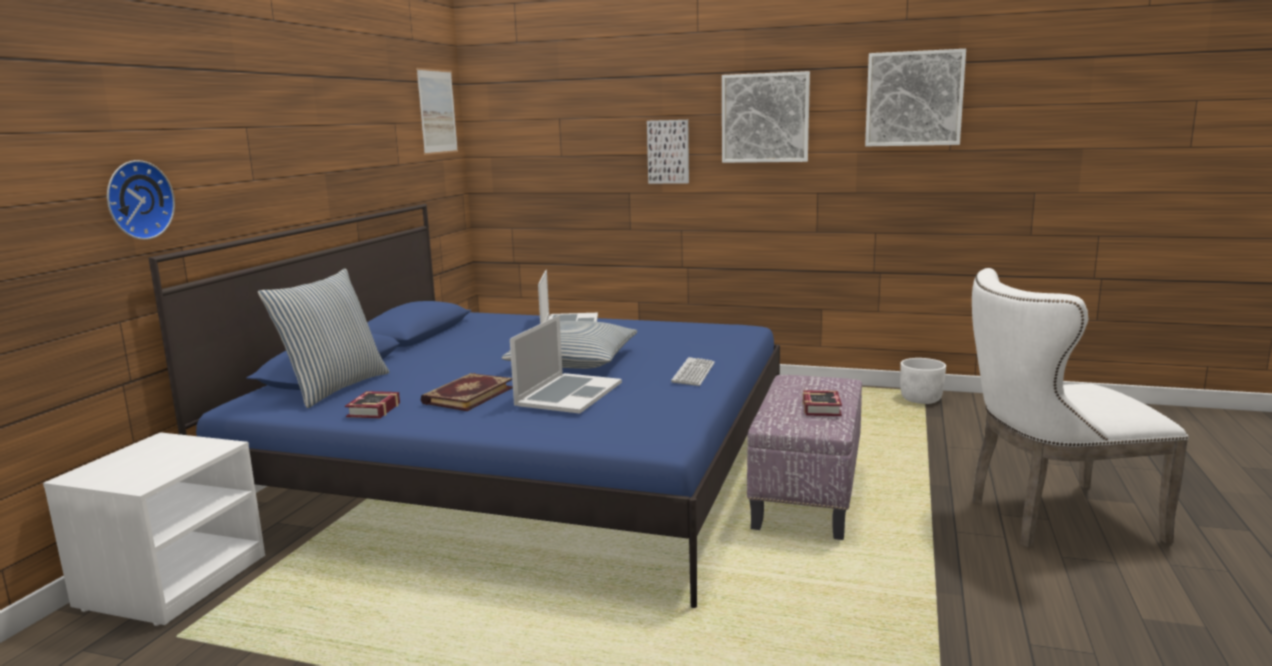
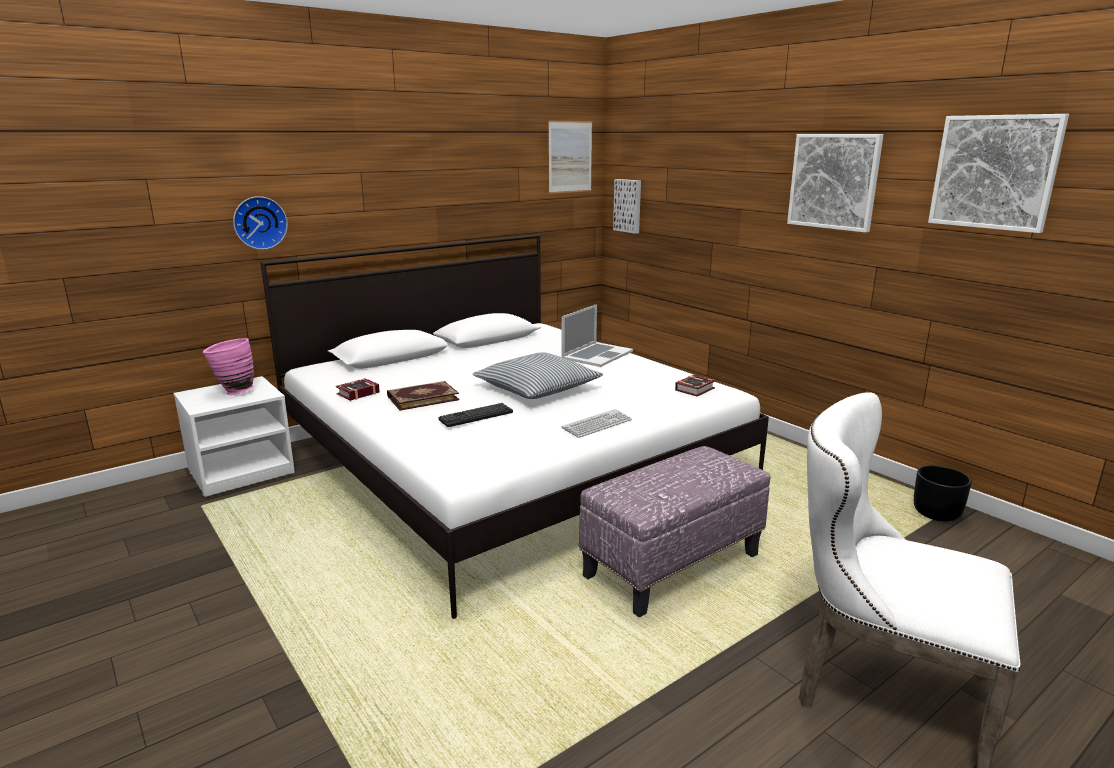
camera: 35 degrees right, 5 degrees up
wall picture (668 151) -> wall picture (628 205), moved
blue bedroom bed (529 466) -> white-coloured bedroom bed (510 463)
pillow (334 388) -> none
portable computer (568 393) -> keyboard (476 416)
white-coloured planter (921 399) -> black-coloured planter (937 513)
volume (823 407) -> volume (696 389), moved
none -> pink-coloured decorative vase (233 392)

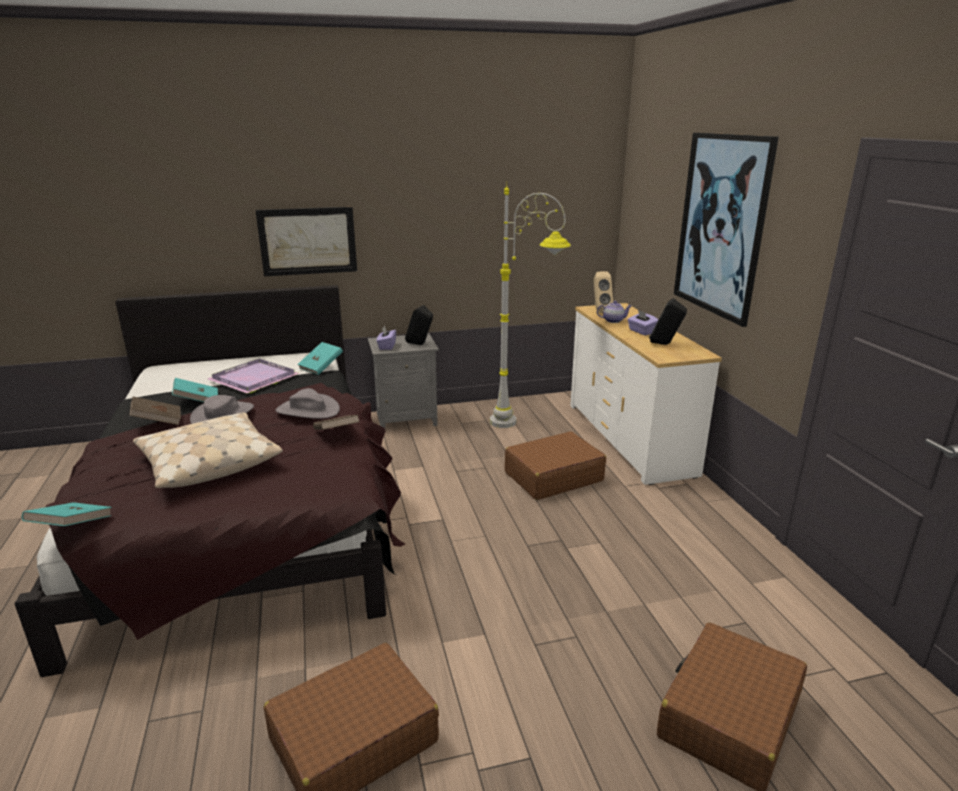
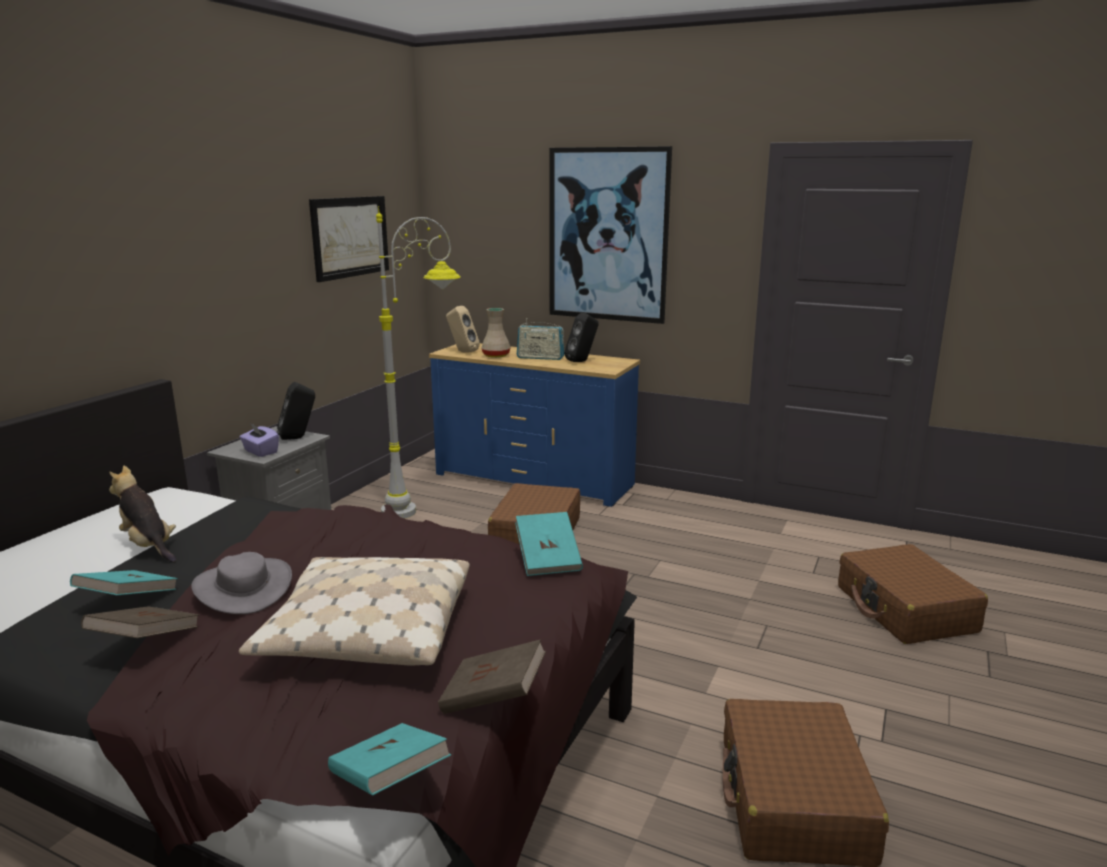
camera: 50 degrees left, 5 degrees down
wall picture (308 241) -> wall picture (350 237), moved
teapot (613 321) -> beige-coloured decorative vase (495 356)
white-coloured chest of drawers (629 438) -> blue chest of drawers (534 479)
purple tissue holder (641 331) -> radio receiver (540 358)
turquoise-coloured volume (321 367) -> turquoise-coloured volume (548 560), moved
purple carrying tray (254 379) -> soft toy (149 546)
gray clothing hat (307 410) -> none
brown volume (336 434) -> brown volume (493 698), moved

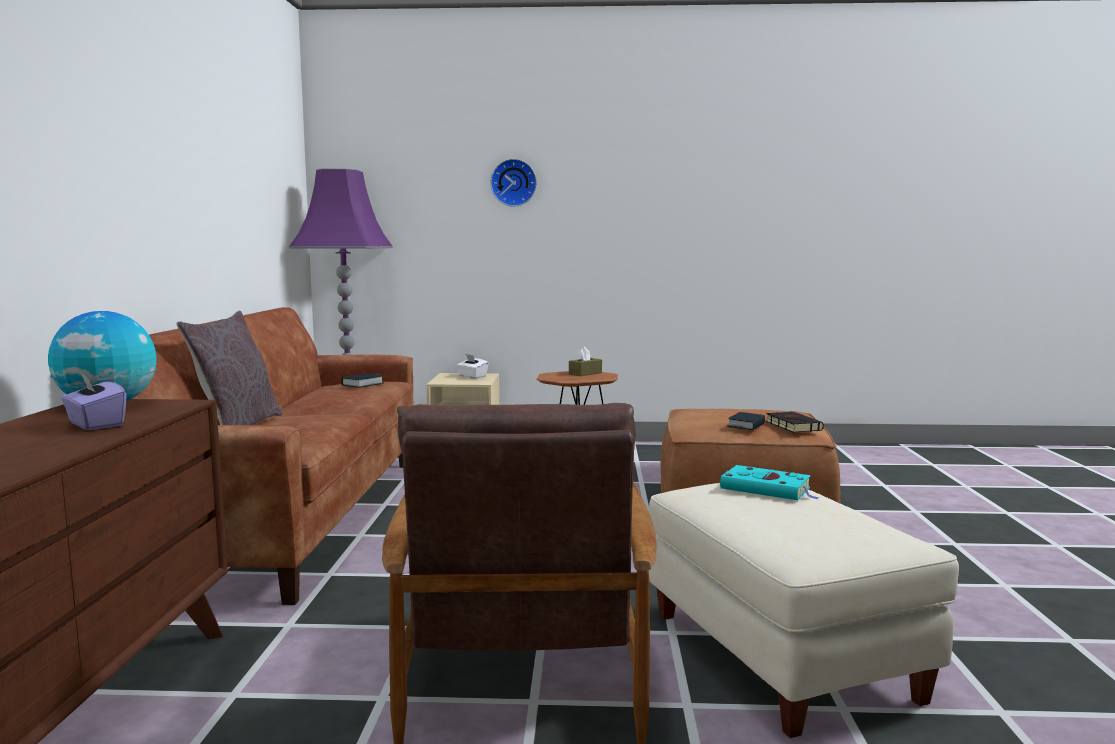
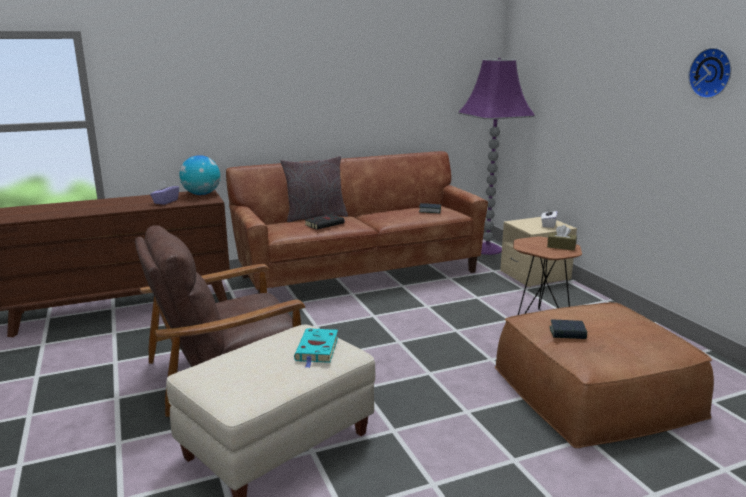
camera: 65 degrees right, 10 degrees up
clock on the wall (514 183) -> clock on the wall (712 73), moved
black-coloured volume (792 425) -> black-coloured volume (325 224), moved

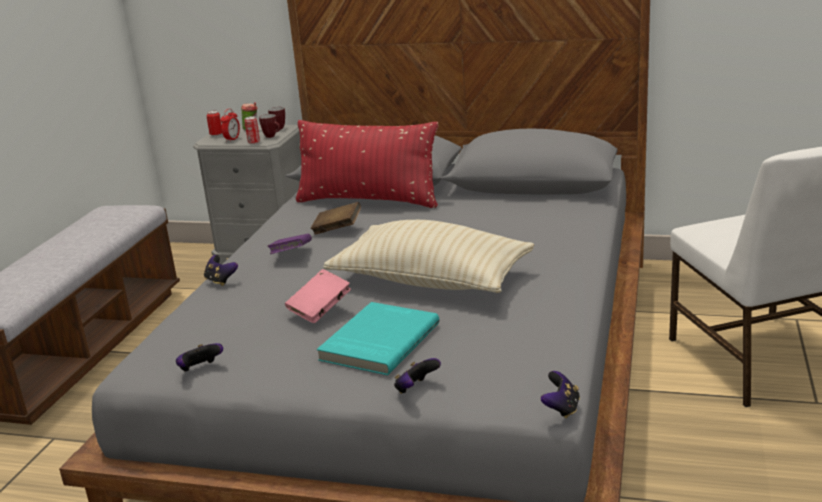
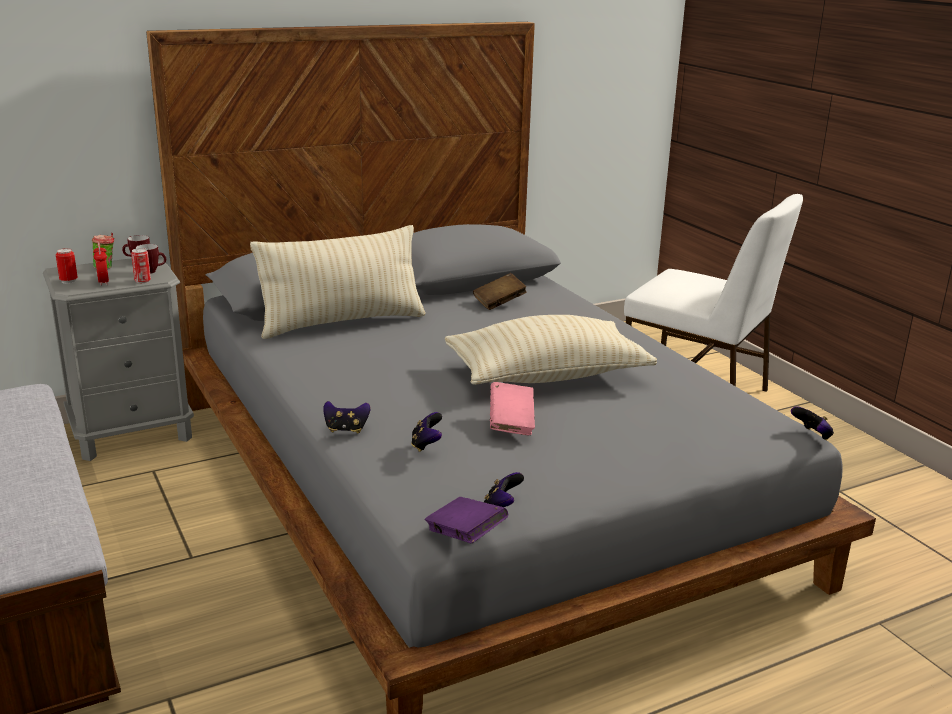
camera: 45 degrees left, 0 degrees up
reddish pillow (368 201) -> beige-coloured pillow (342 323)
brown volume (337 229) -> brown volume (499 303), moved
purple volume (291 255) -> purple volume (465 535), moved
turquoise-coloured volume (378 341) -> none
game controller (416 389) -> game controller (426 445), moved

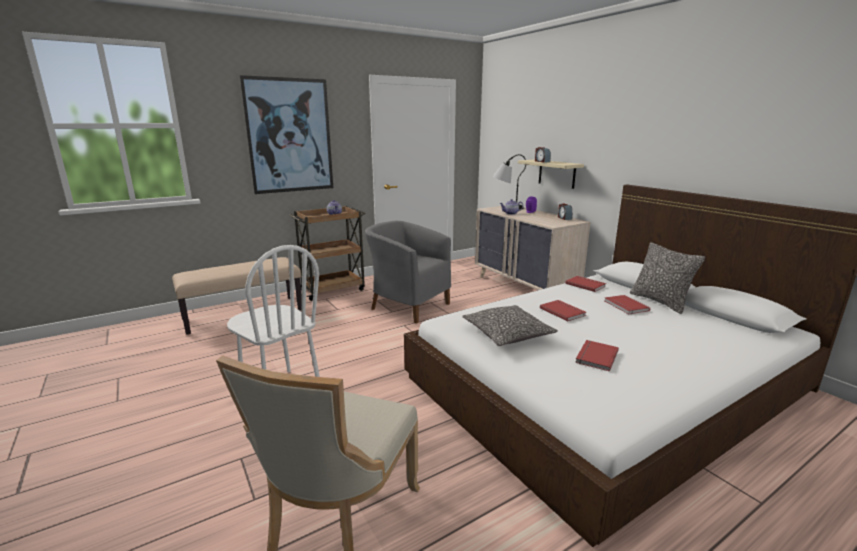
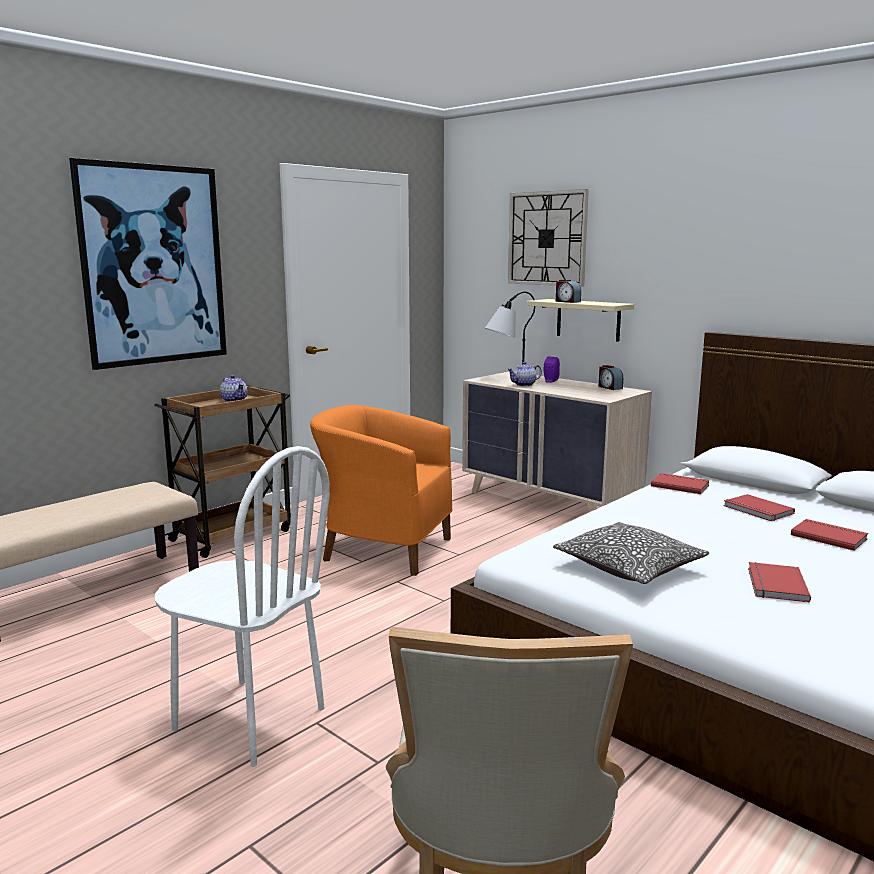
camera: 15 degrees left, 5 degrees down
gray easy chair (407 305) -> orange easy chair (382 548)
pillow (660 302) -> none
reddish volume (563 311) -> reddish volume (829 536), moved
none -> clock on the wall (547 238)

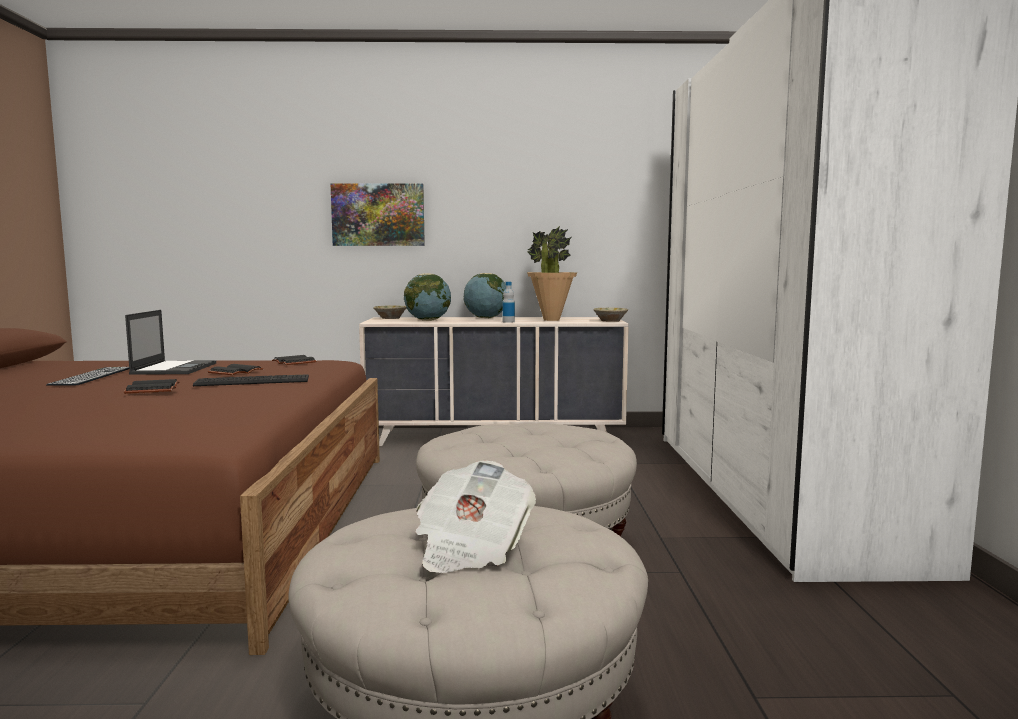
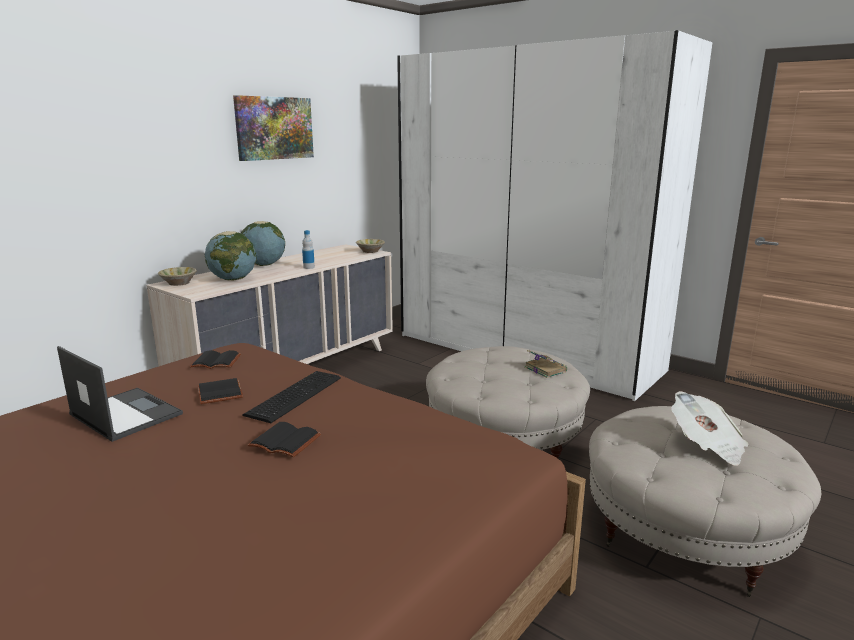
camera: 50 degrees left, 10 degrees up
wall picture (378 215) -> wall picture (274 128), moved
houseplant (551 320) -> none
keyboard (91 376) -> none
none -> volume (544 369)

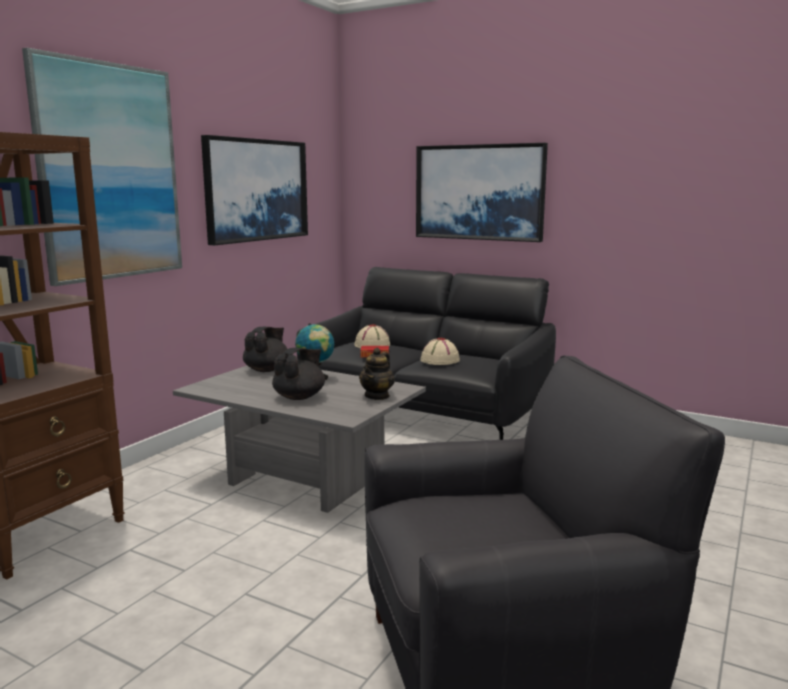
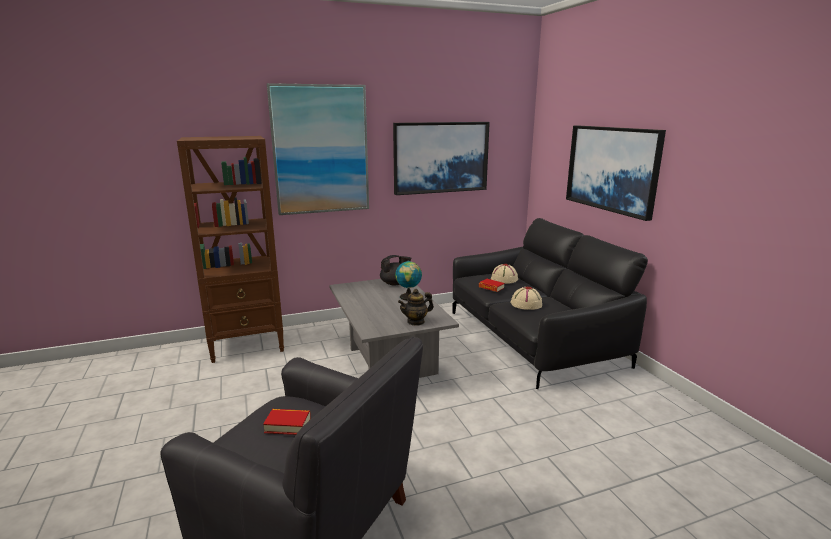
camera: 40 degrees right, 5 degrees up
black-coloured teapot (300 397) -> none
none -> volume (288 425)

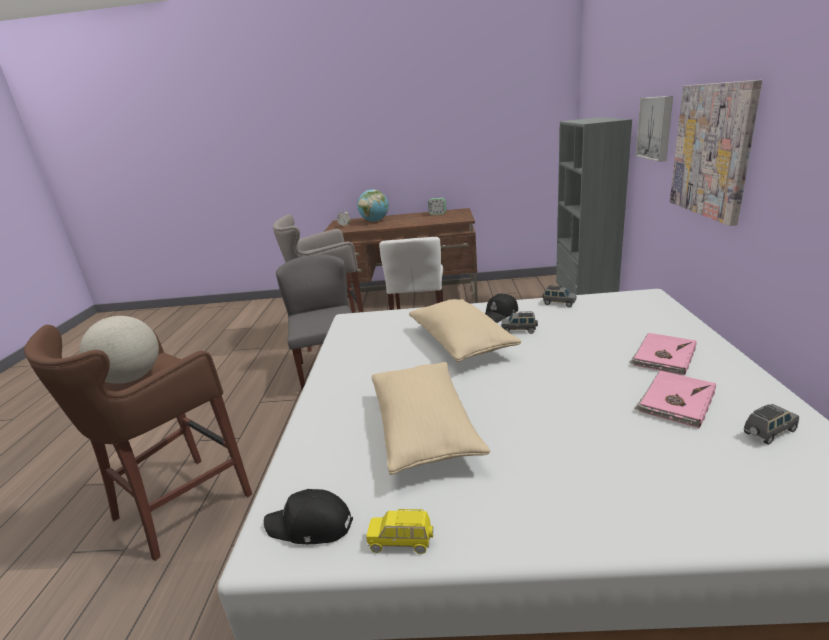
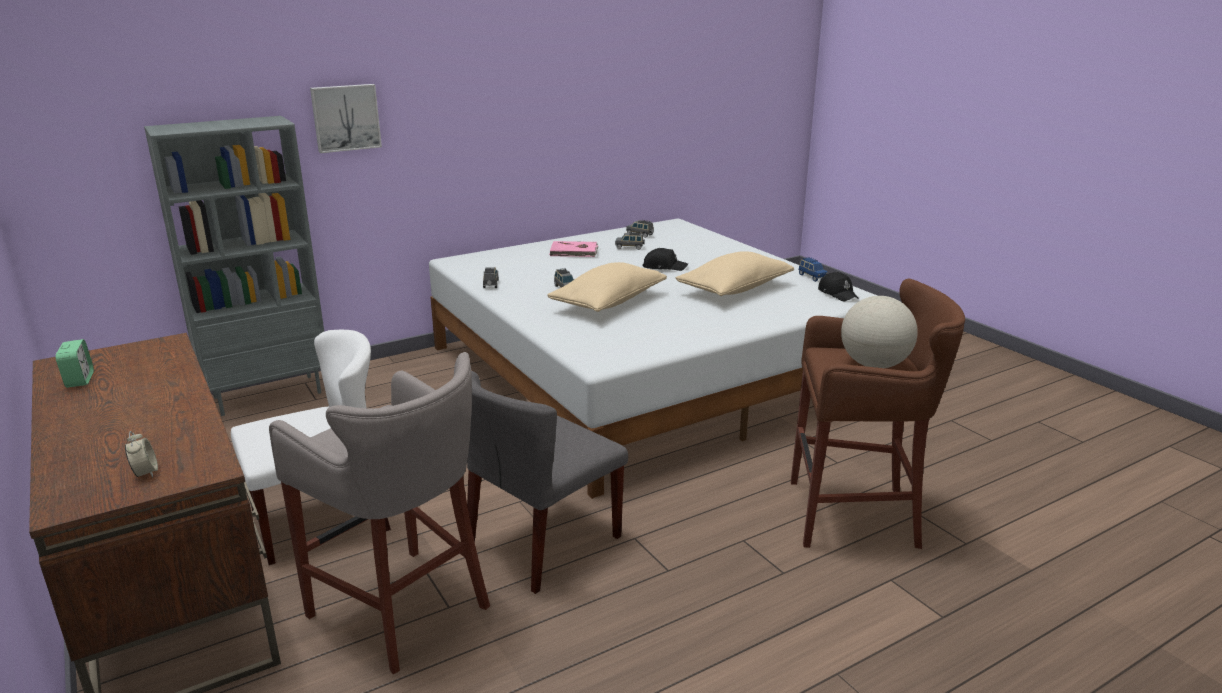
camera: 125 degrees left, 0 degrees up
wall picture (712 150) -> none
world globe (375 221) -> none
black-coloured peaked cap (500 314) -> black-coloured peaked cap (664 267), moved
pink-coloured volume (675 401) -> gray model car (629 247)
yellowish model car (401 542) -> blue model car (812 277)

